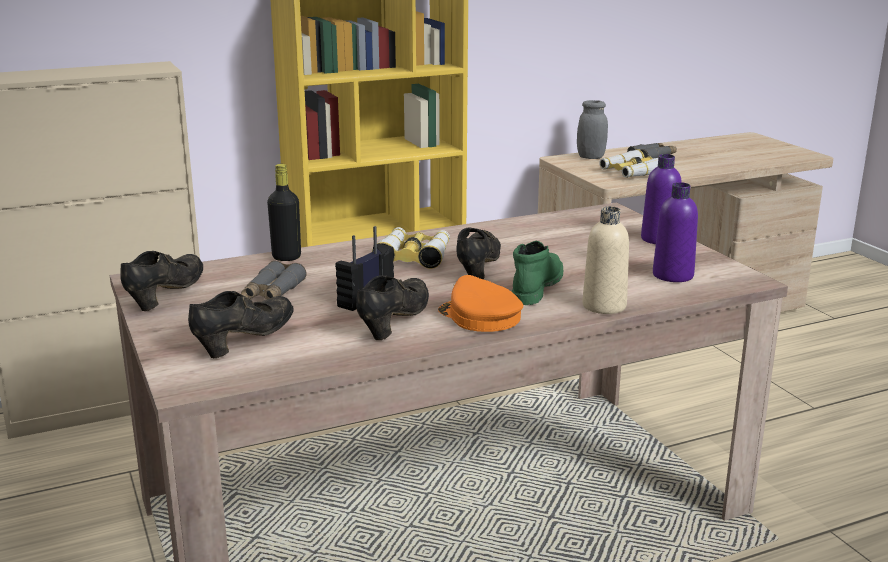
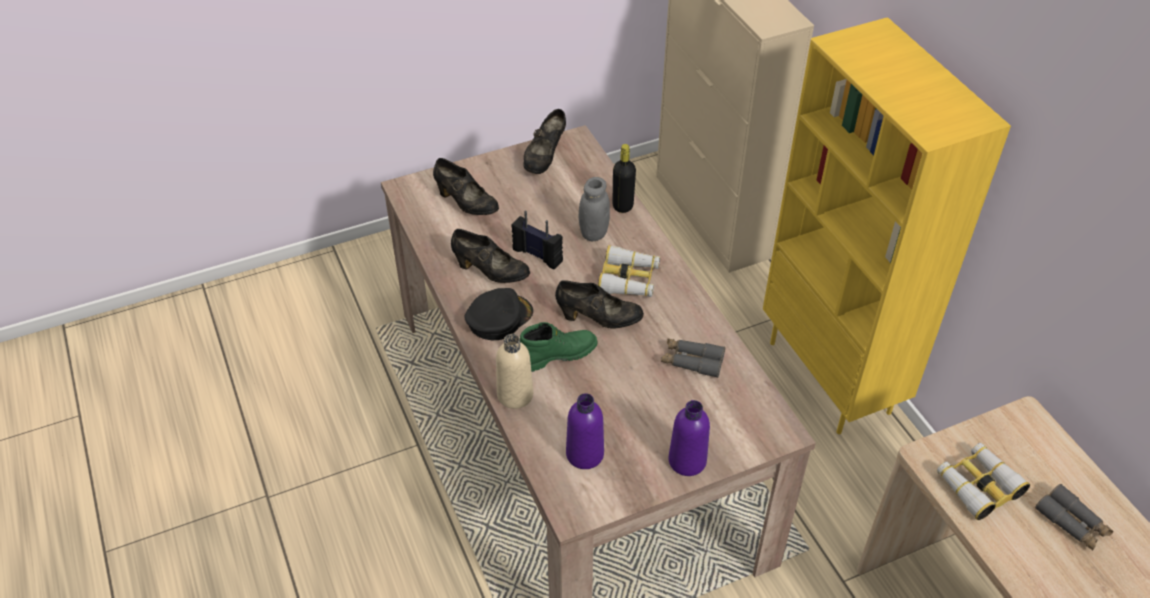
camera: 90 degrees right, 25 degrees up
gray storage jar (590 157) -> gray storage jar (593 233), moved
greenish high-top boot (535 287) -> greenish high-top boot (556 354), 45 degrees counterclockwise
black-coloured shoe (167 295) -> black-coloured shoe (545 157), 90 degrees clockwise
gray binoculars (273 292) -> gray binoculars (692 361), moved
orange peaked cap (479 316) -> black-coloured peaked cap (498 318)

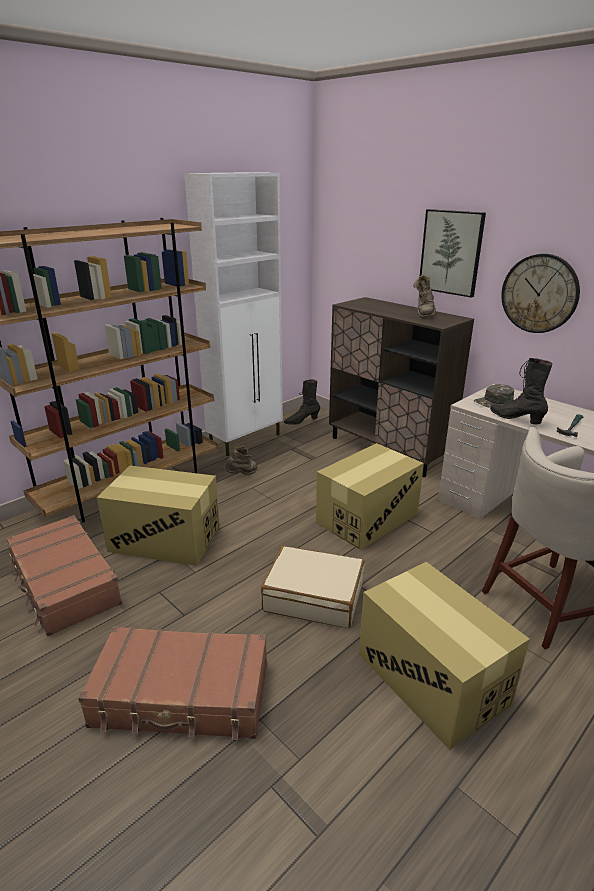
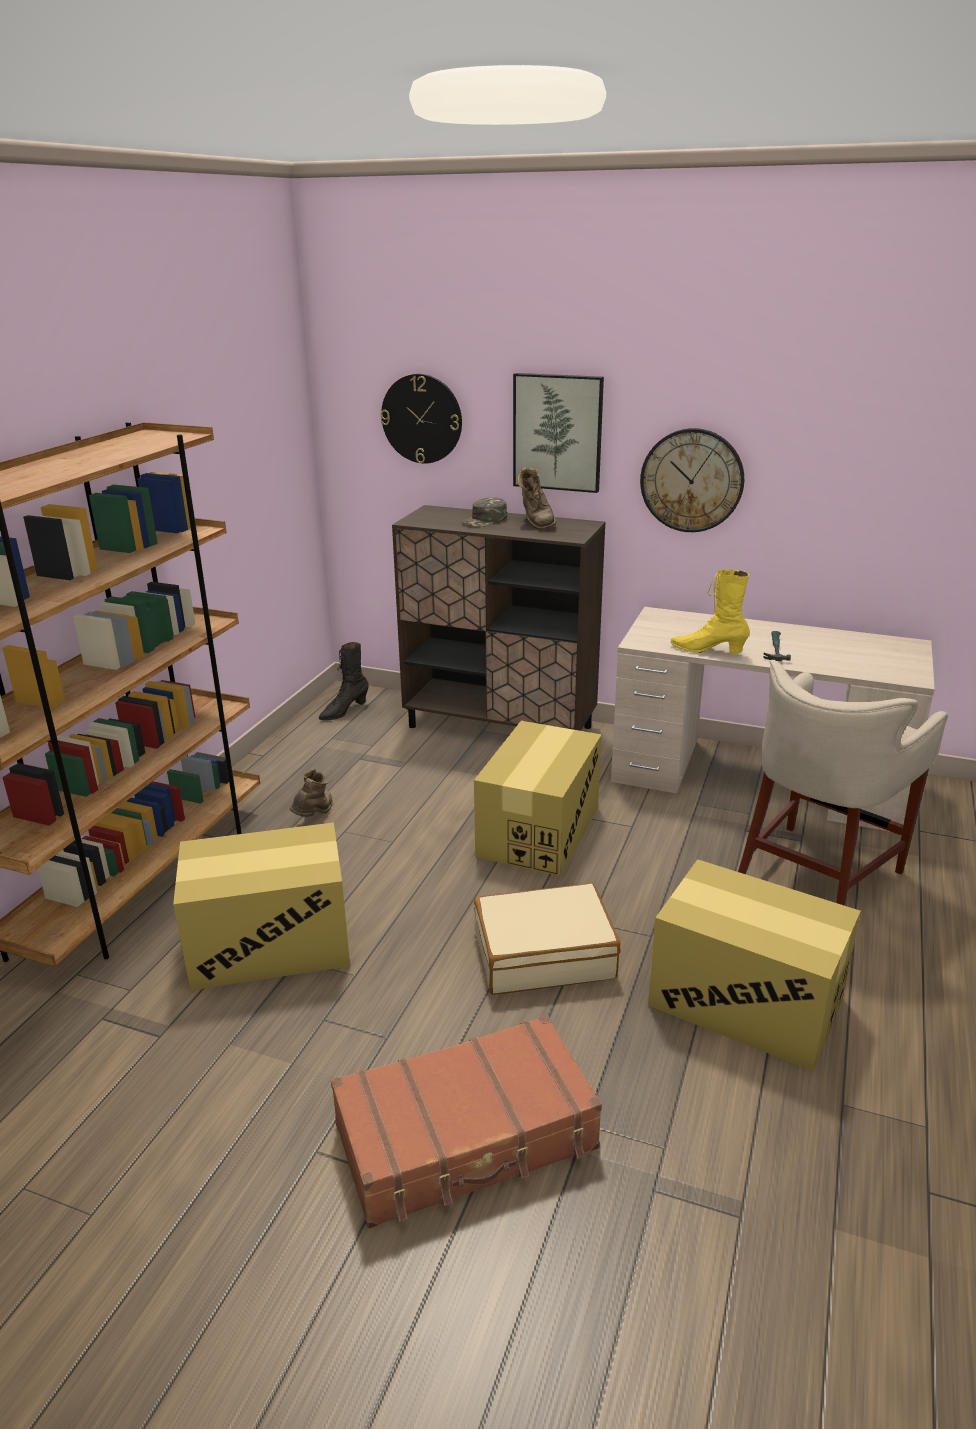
camera: 25 degrees left, 0 degrees up
white-coloured storage cabinet (246 440) -> none
black-coloured high-top boot (516 419) -> yellowish high-top boot (708 650)
greenish peaked cap (493 401) -> greenish peaked cap (484 520), moved
brown piece of luggage (64 584) -> none
none -> clock on the wall (422 419)

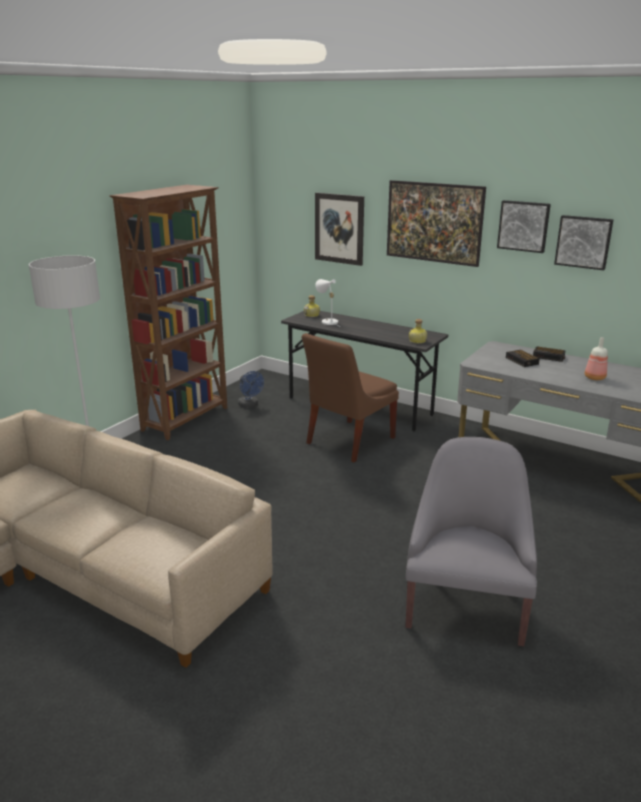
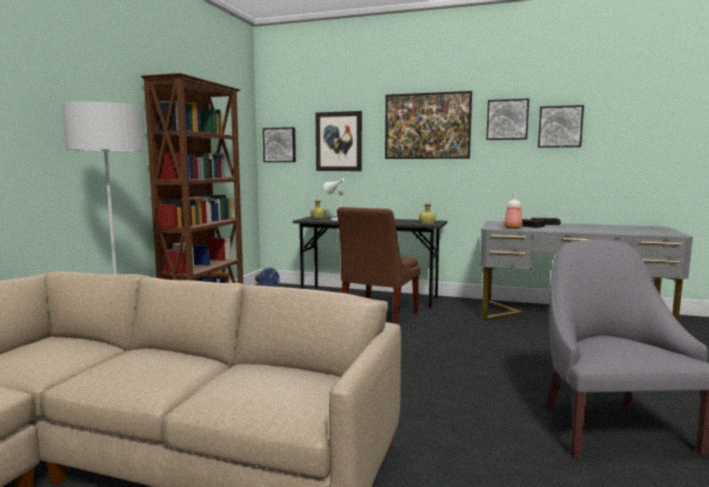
camera: 15 degrees left, 15 degrees down
drink bottle (594 378) -> drink bottle (512 228), moved
none -> wall picture (280 145)

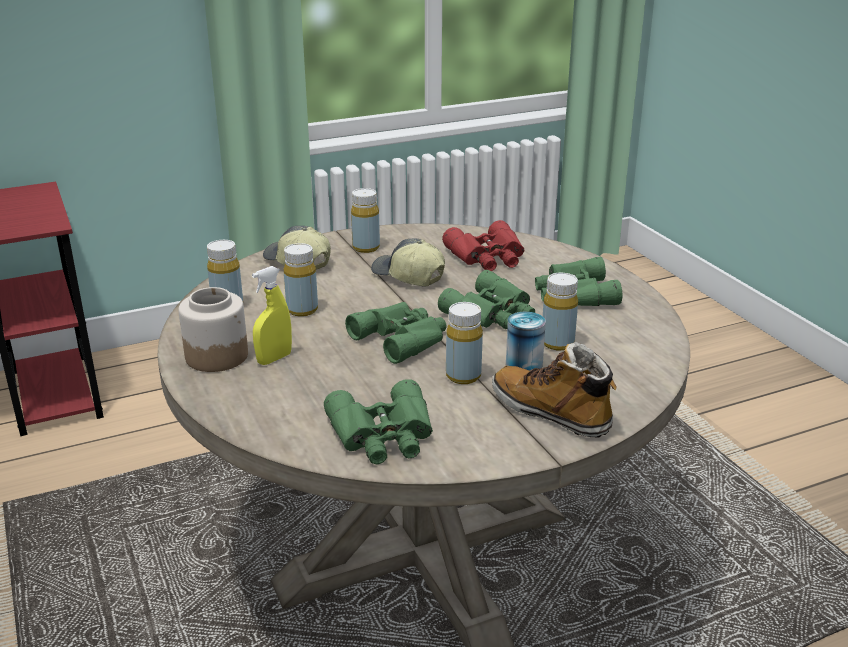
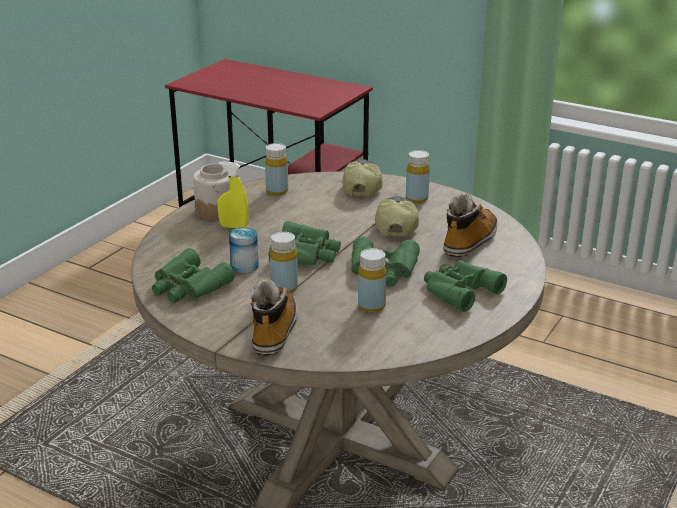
camera: 55 degrees right, 0 degrees up
reddish binoculars (488 257) -> high-top boot (470 242)
yellowish drink bottle (302 310) -> none
metal can (524 363) -> metal can (244 266), moved

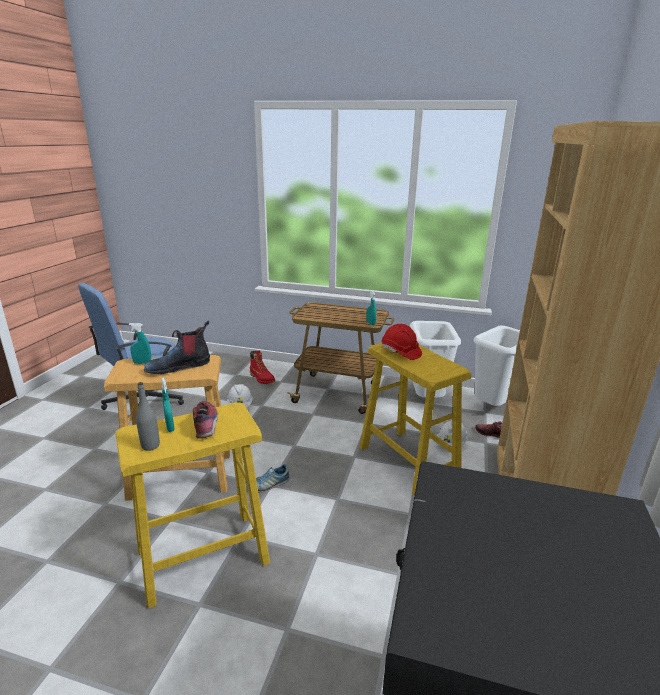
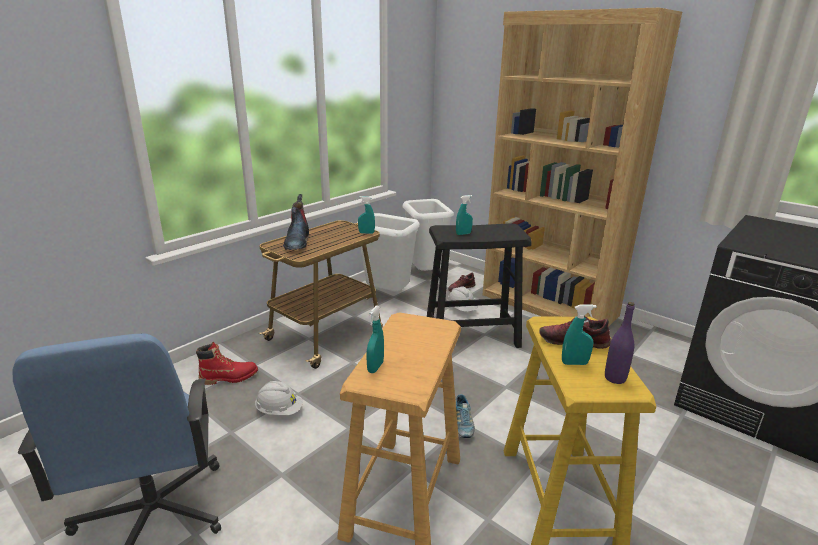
camera: 65 degrees left, 0 degrees up
high-top boot (179 366) -> high-top boot (297 241), moved
reddish safety helmet (400 352) -> turquoise-coloured spray bottle (463 234)
yellowish stool (408 461) -> black-coloured stool (472 335)
gray drink bottle (150 446) -> purple drink bottle (615 378)

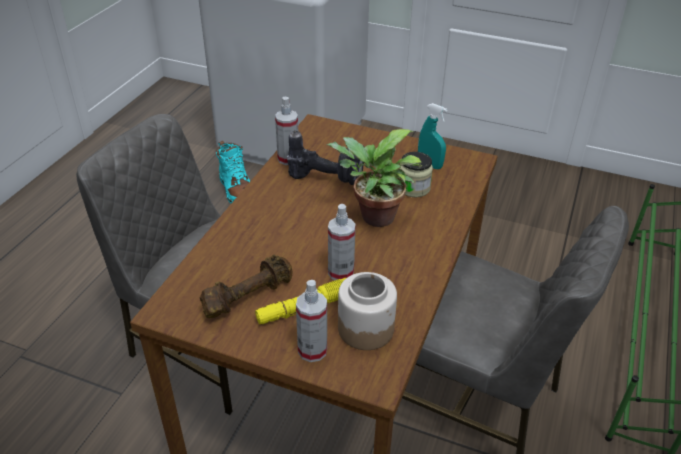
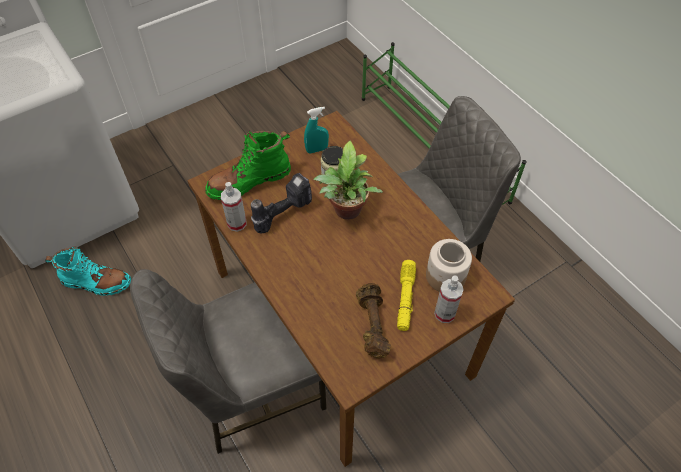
camera: 55 degrees left, 15 degrees up
spray bottle (341 272) -> none
none -> greenish high-top boot (249 181)

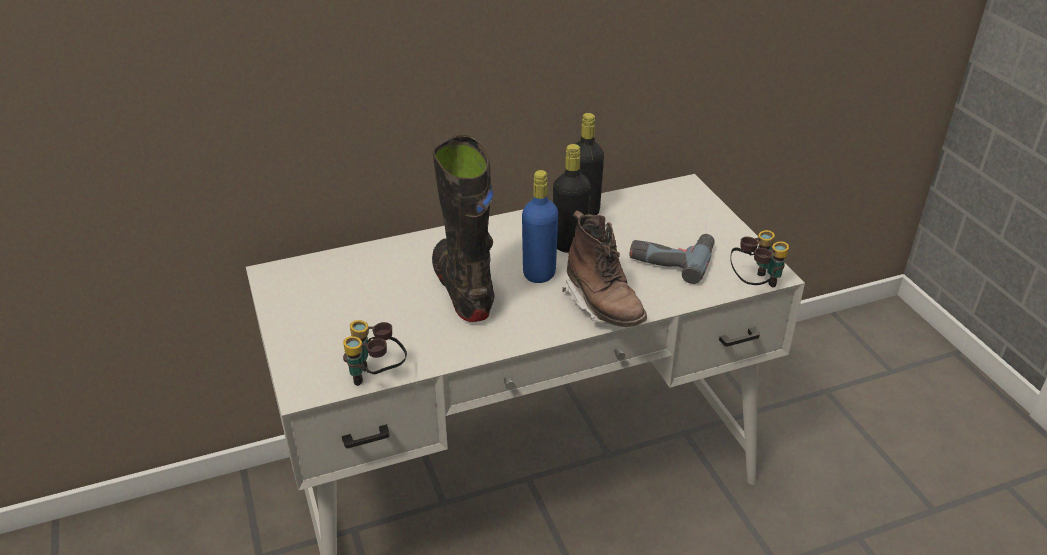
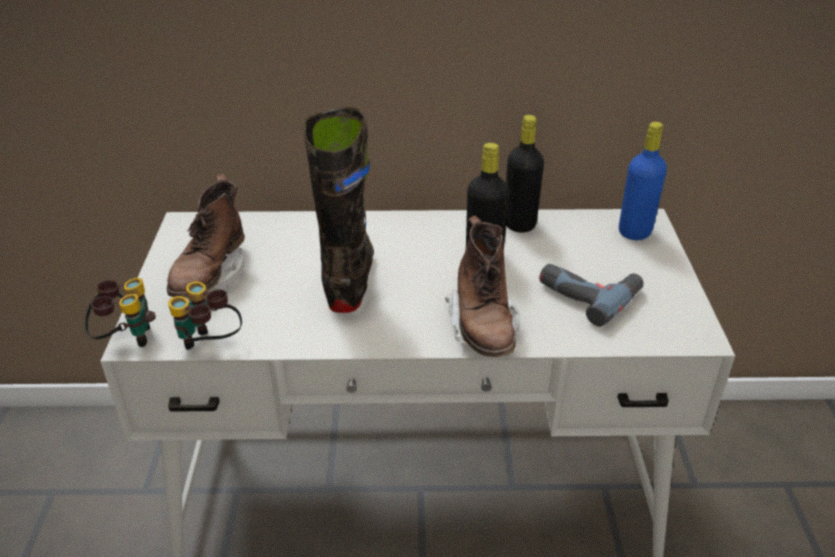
camera: 20 degrees right, 0 degrees up
blue drink bottle (539 274) -> blue drink bottle (634 232), moved
binoculars (754 284) -> binoculars (126 338), moved
none -> brown high-top boot (210 276)

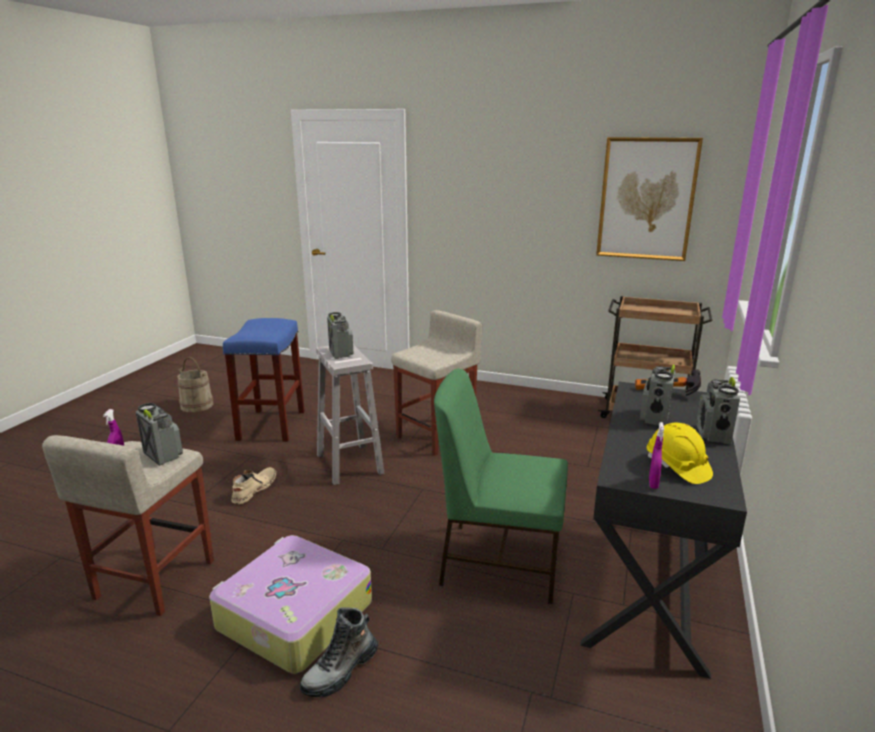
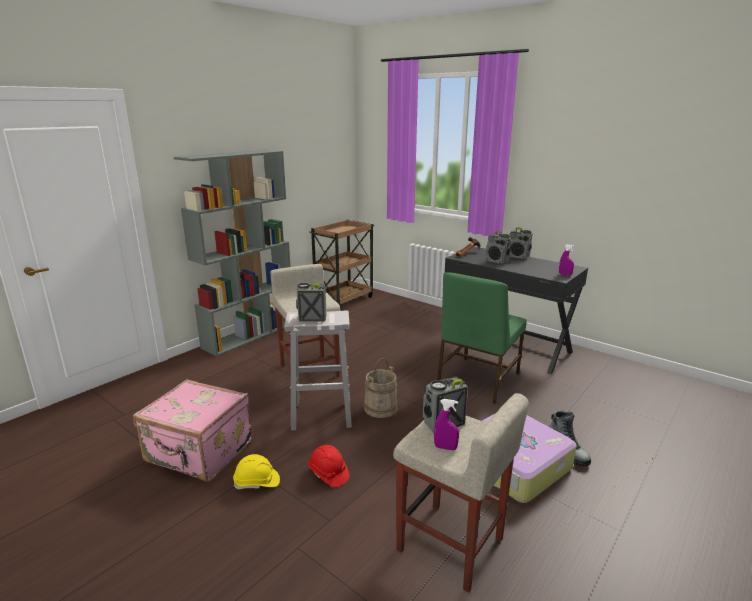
camera: 70 degrees left, 0 degrees up
wall picture (646 199) -> none
blue stool (271 426) -> pink-coloured piece of luggage (199 453)
beige-coloured water bucket (197 405) -> beige-coloured water bucket (380 408), moved
yellowish safety helmet (677 467) -> yellowish safety helmet (257 482), moved
beige-coloured high-top boot (254 489) -> reddish safety helmet (328 474)
none -> gray shelving unit (249 335)

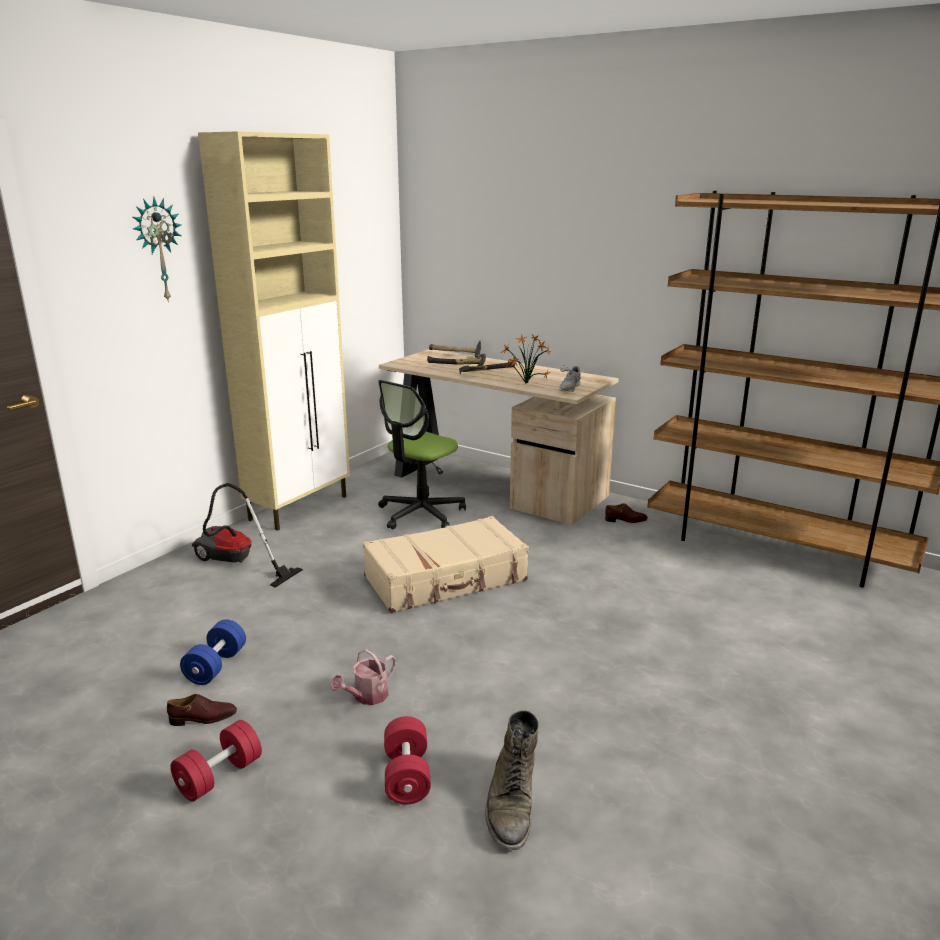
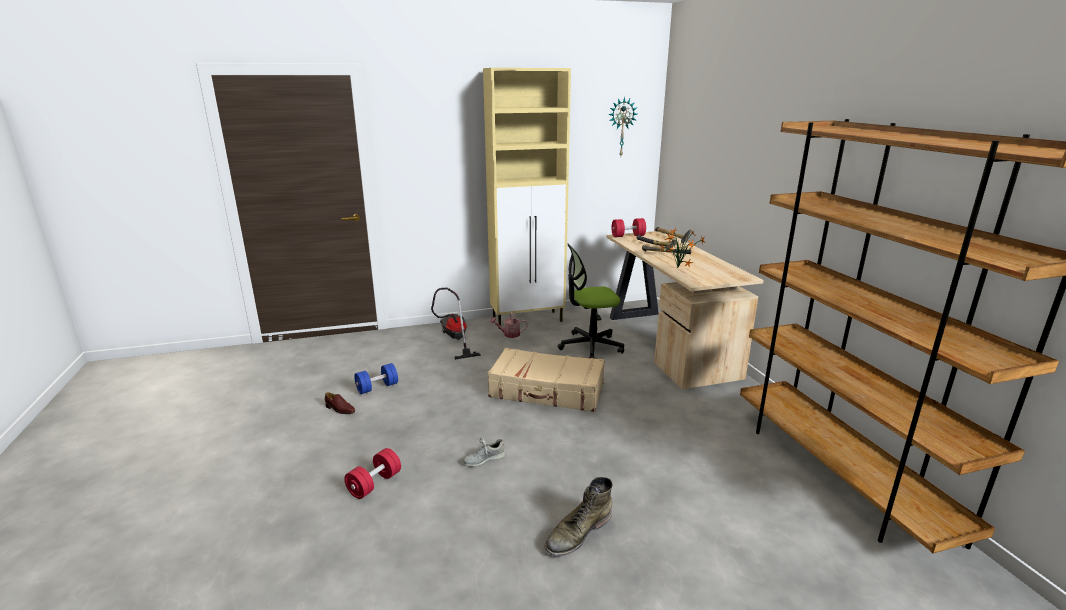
camera: 40 degrees right, 0 degrees up
clock on the wall (158 250) -> clock on the wall (621 127), moved
gray shoe (569 388) -> gray shoe (484 459), moved
brown shoe (626 520) -> none
watering can (367 697) -> watering can (509 334), moved
greenish high-top boot (511 803) -> greenish high-top boot (578 533), moved
reddish dumbbell (219 776) -> reddish dumbbell (628 236), moved

